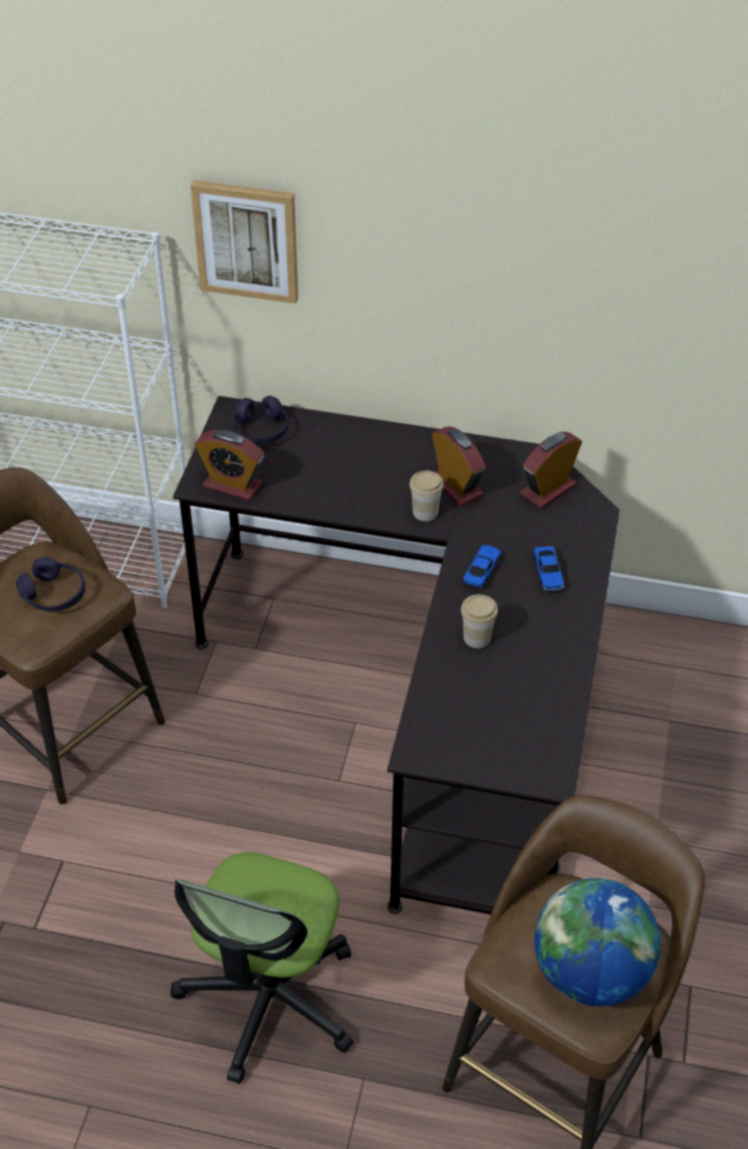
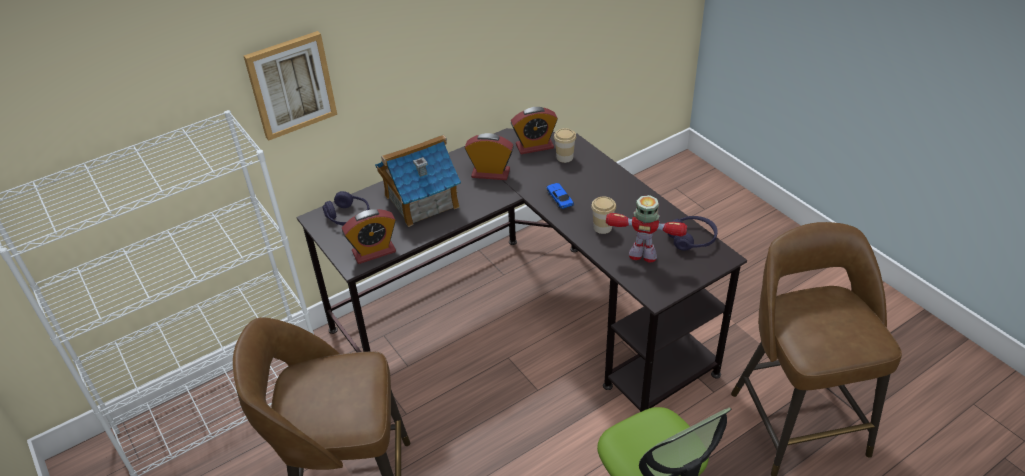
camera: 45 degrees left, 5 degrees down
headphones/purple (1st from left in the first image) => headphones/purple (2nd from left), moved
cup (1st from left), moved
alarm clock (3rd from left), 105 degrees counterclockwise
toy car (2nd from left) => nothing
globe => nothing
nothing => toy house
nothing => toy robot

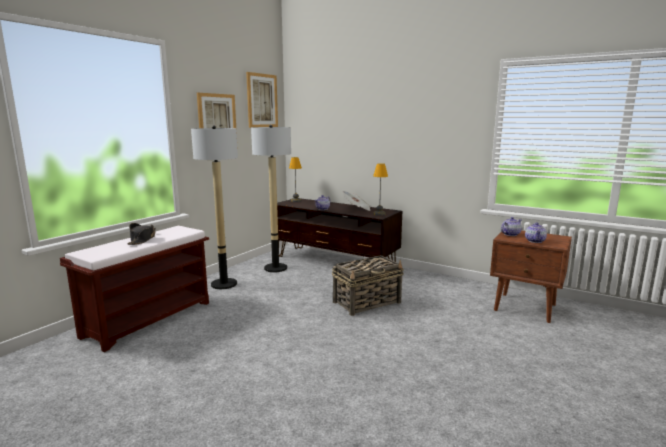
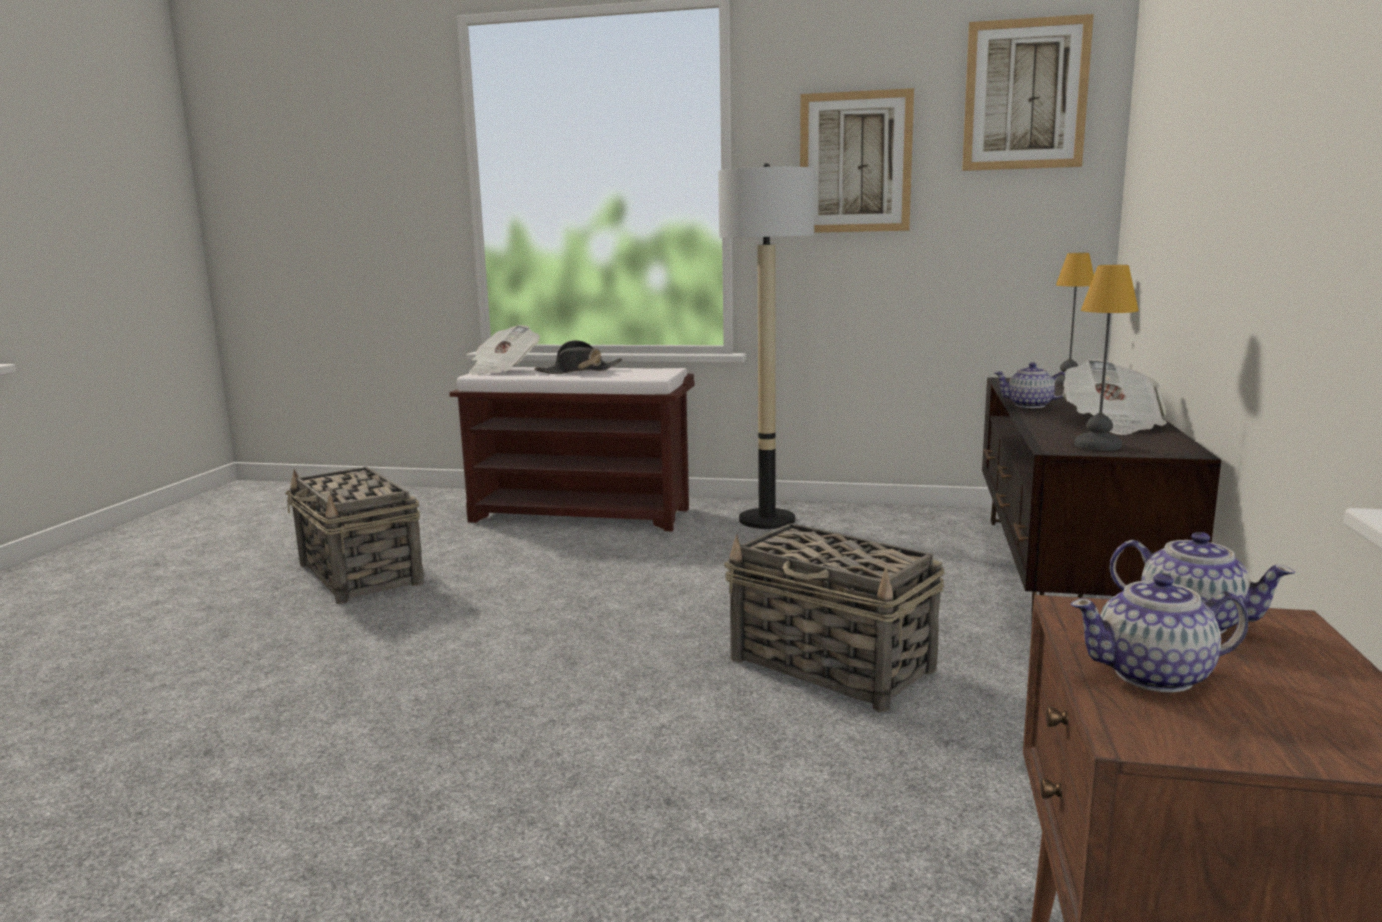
camera: 70 degrees right, 0 degrees up
floor lamp (2nd from left) => nothing
nothing => basket (1st from left)
nothing => newspaper (1st from left)

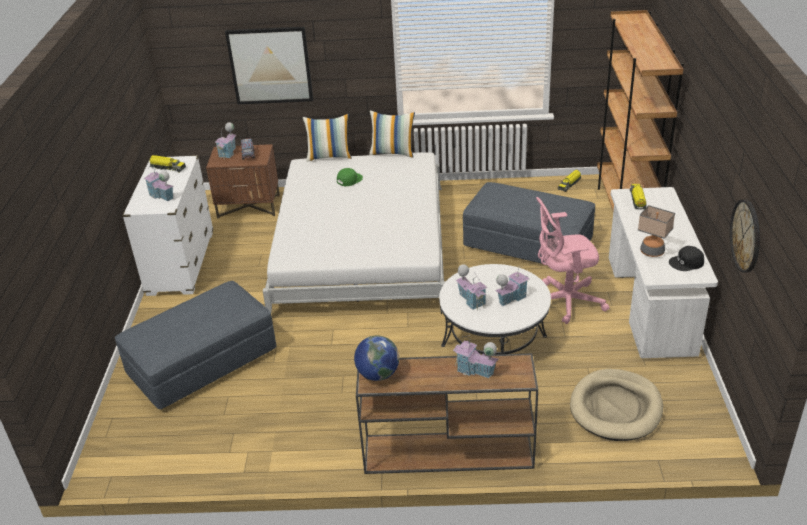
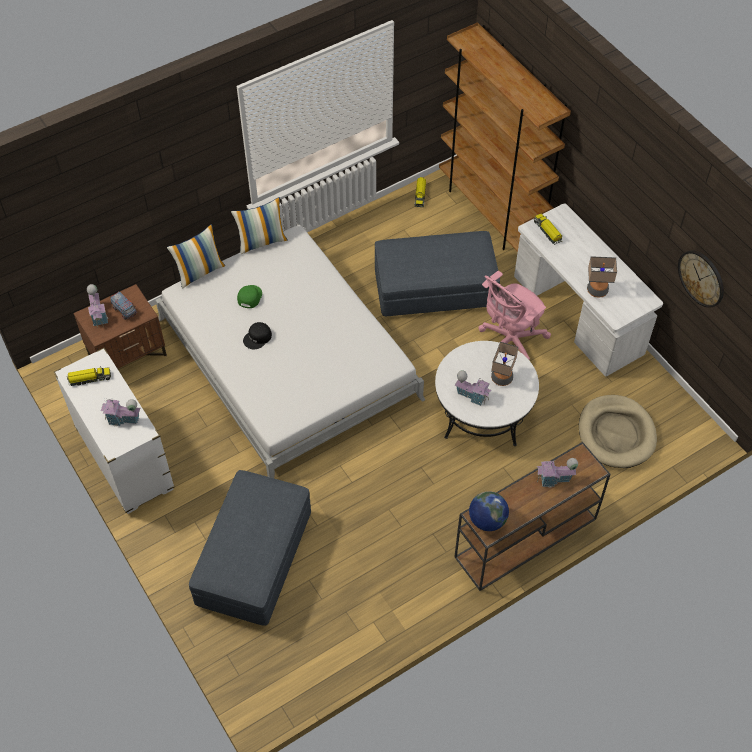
camera: 35 degrees left, 20 degrees up
picture => nothing
toy house (5th from left) => table lamp (1st from left)
cap/black, moved

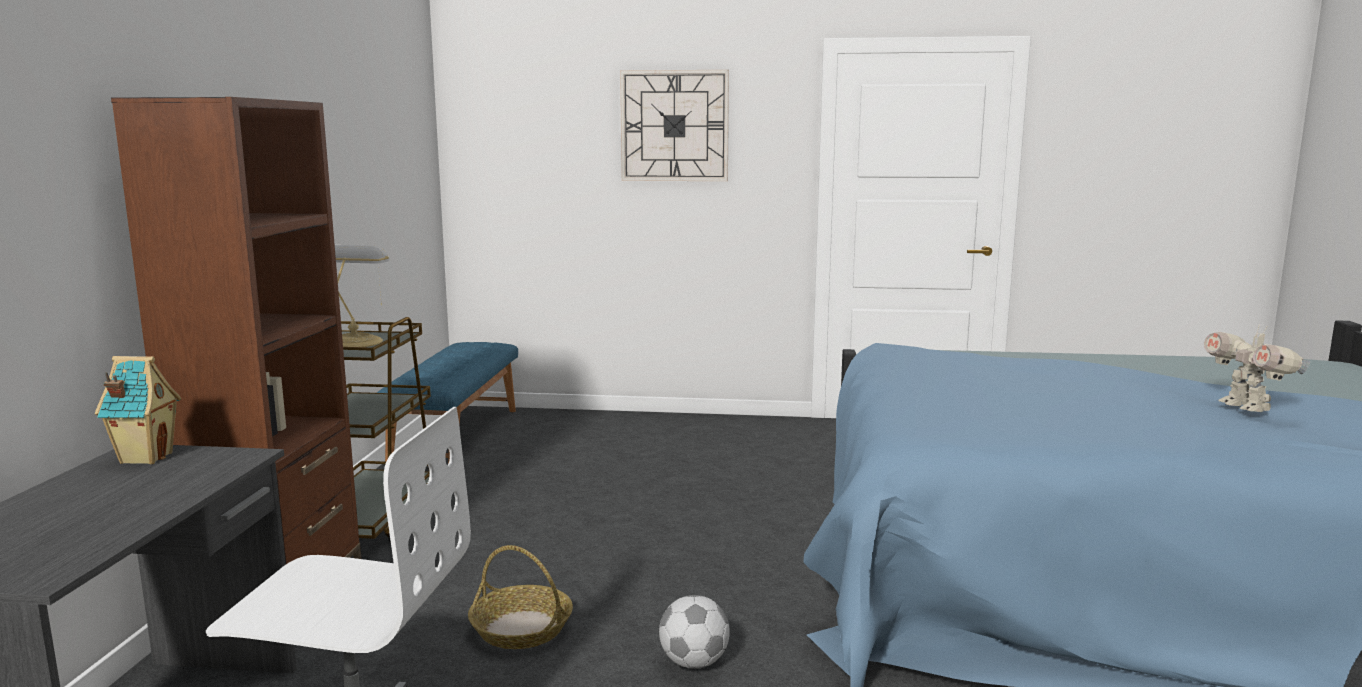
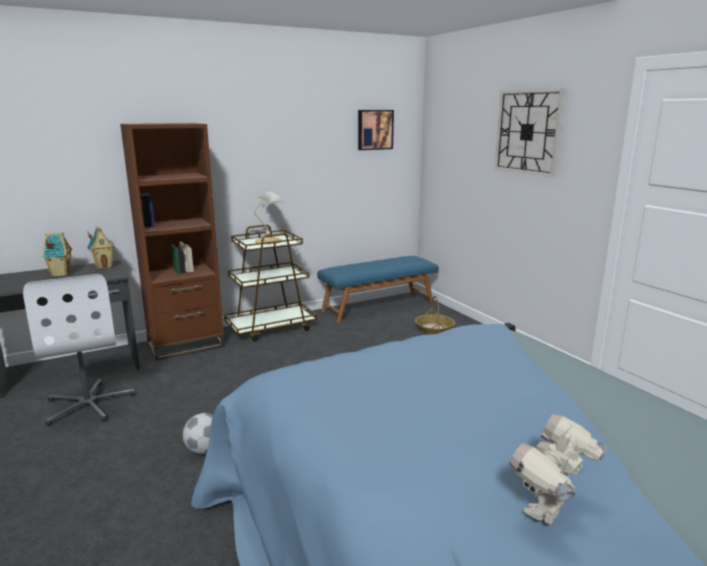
camera: 55 degrees right, 5 degrees up
basket, moved
nothing => toy house (1st from left)
nothing => picture

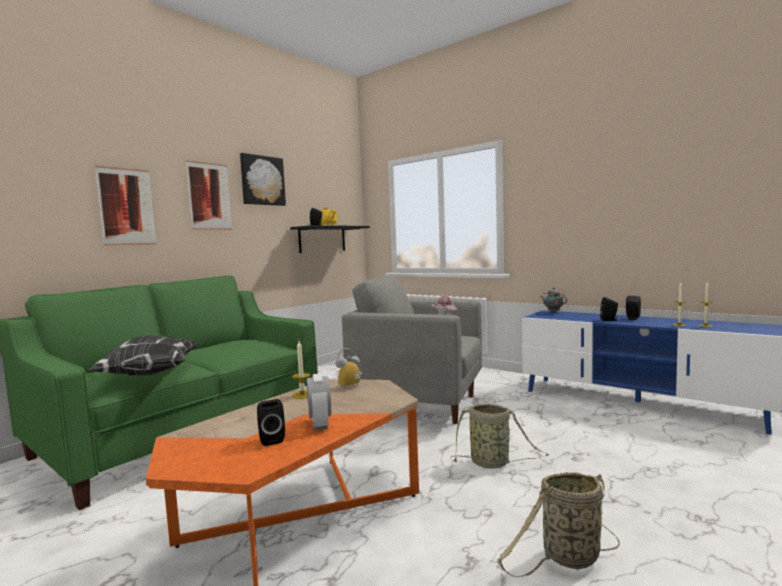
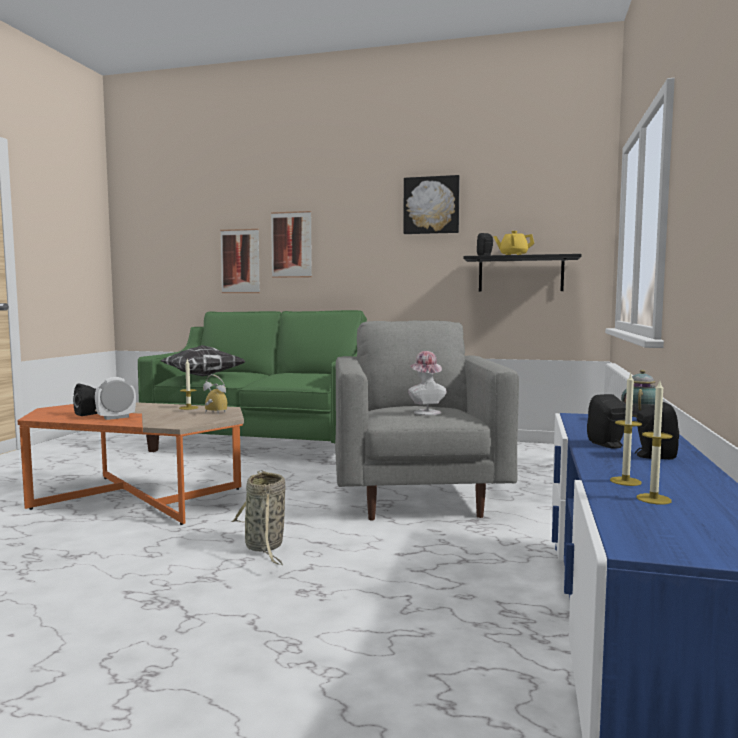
camera: 65 degrees right, 0 degrees up
picture (2nd from left in the first image) => picture (1st from left), moved
basket (2nd from left) => nothing

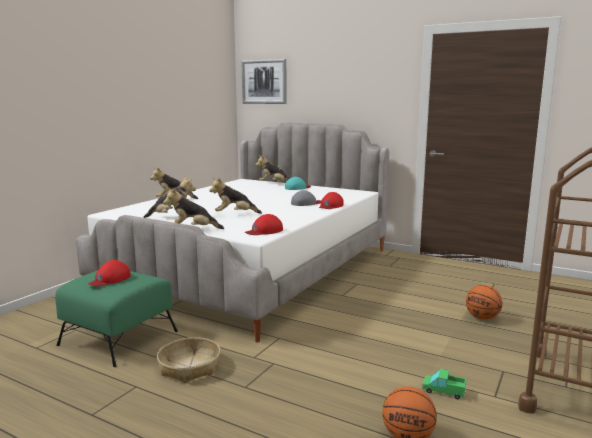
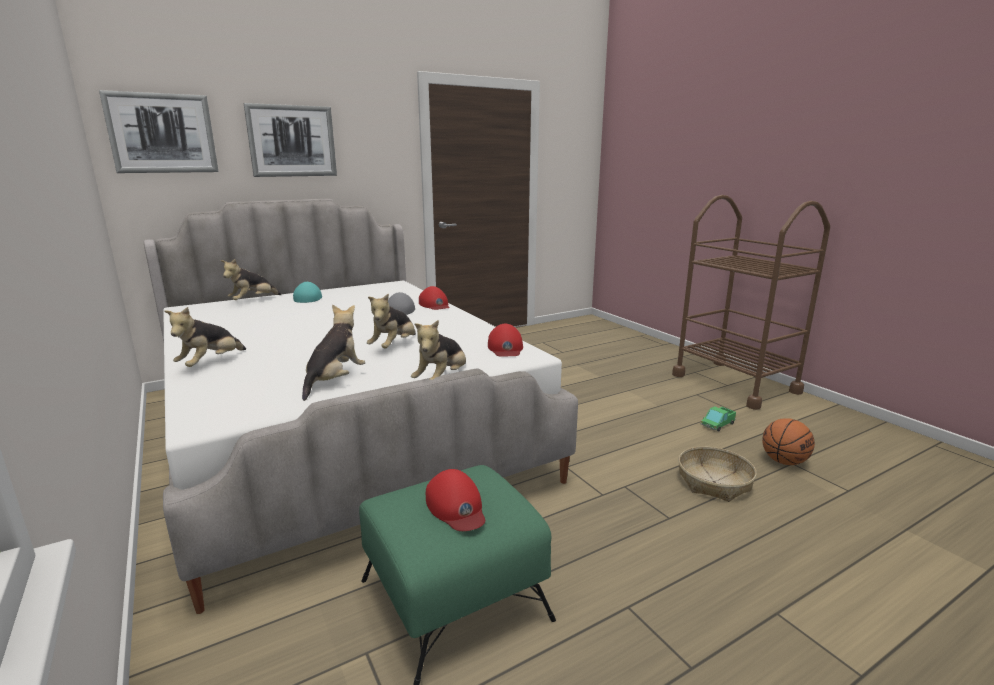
camera: 60 degrees left, 5 degrees up
basket, moved
basketball (2nd from left) => nothing
nothing => picture (2nd from left)

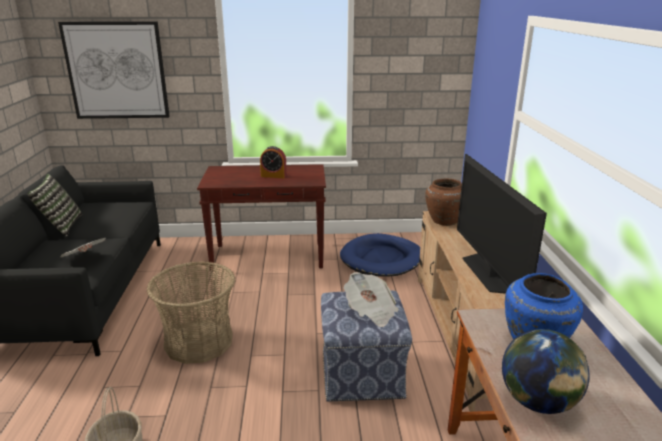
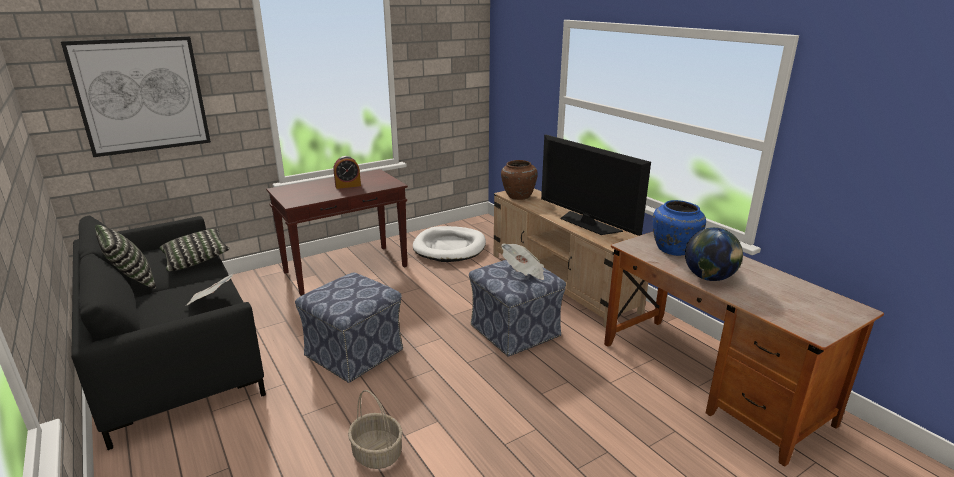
camera: 30 degrees left, 0 degrees up
basket (2nd from left) => ottoman (1st from left)
dog bed/blue => dog bed/white
nothing => pillow (2nd from left)

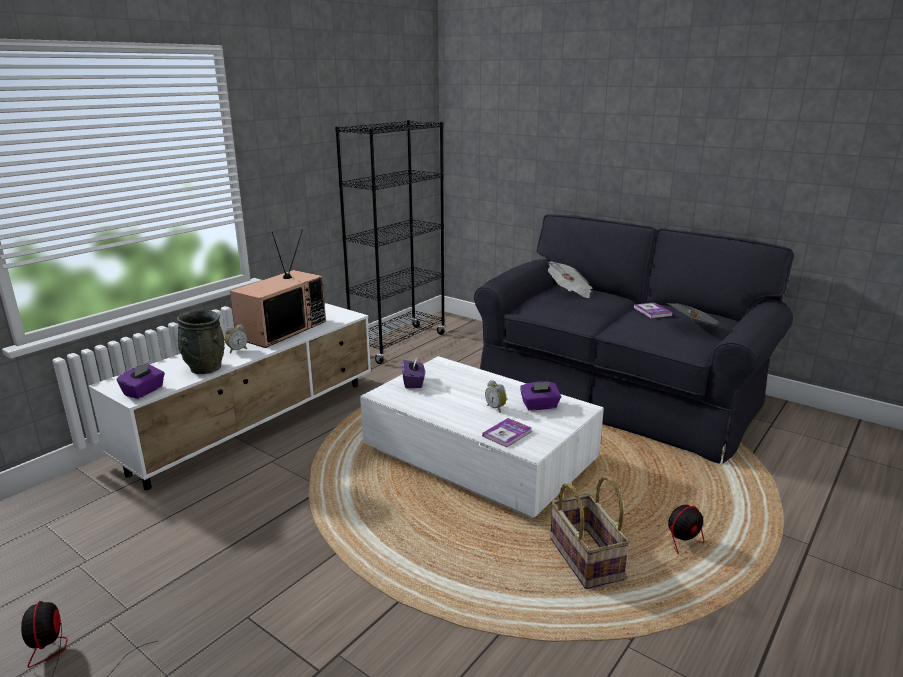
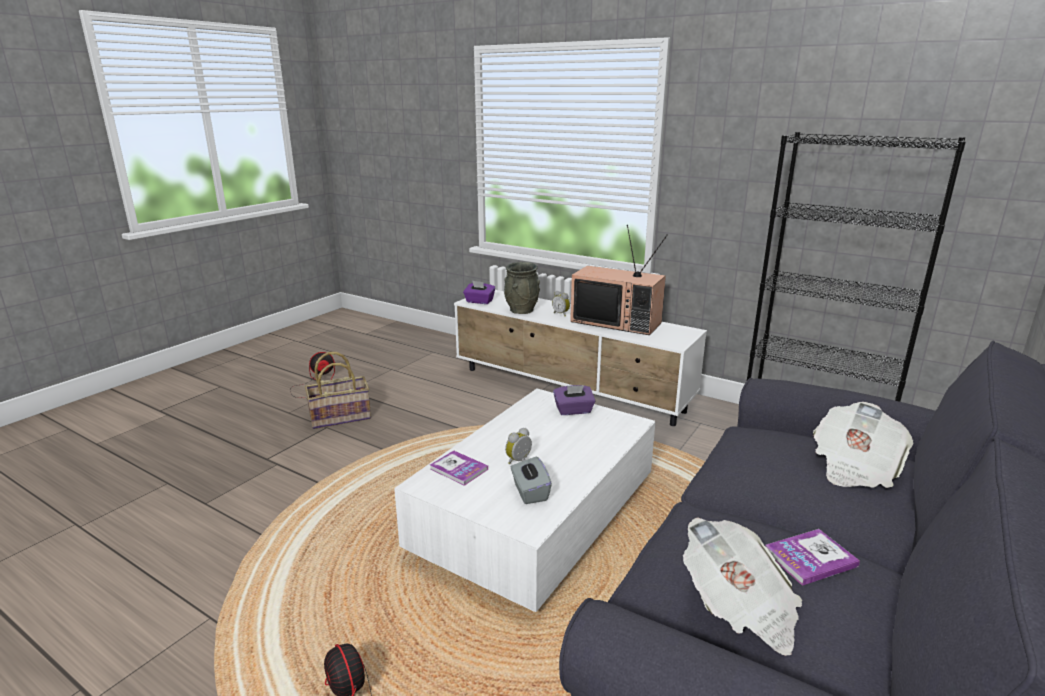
camera: 85 degrees right, 0 degrees up
tissue box/purple (3rd from left) => tissue box/grey
basket, moved

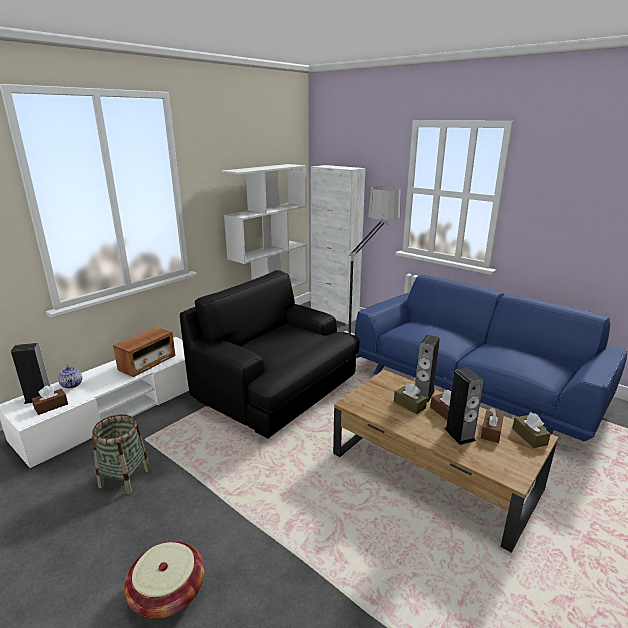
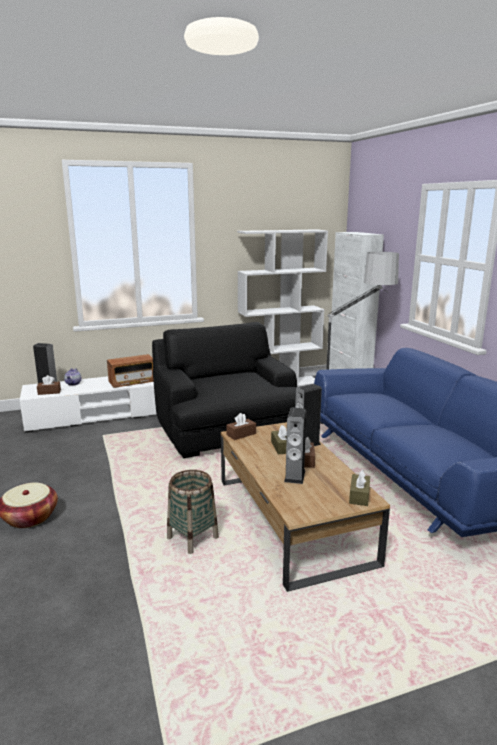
camera: 30 degrees right, 5 degrees down
basket (1st from left in the first image) => basket (2nd from left), moved
tissue box/brown (4th from left in the first image) => tissue box/brown (2nd from left), moved

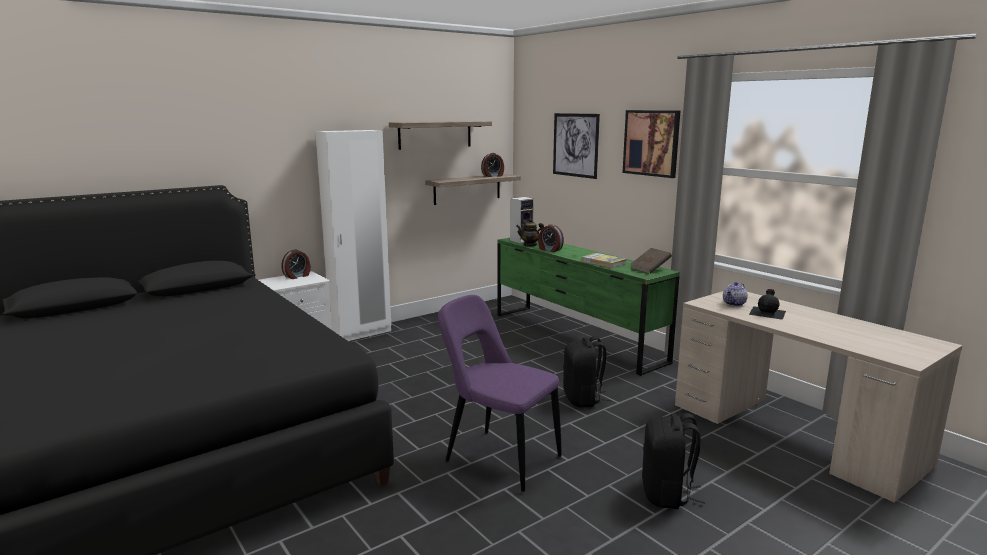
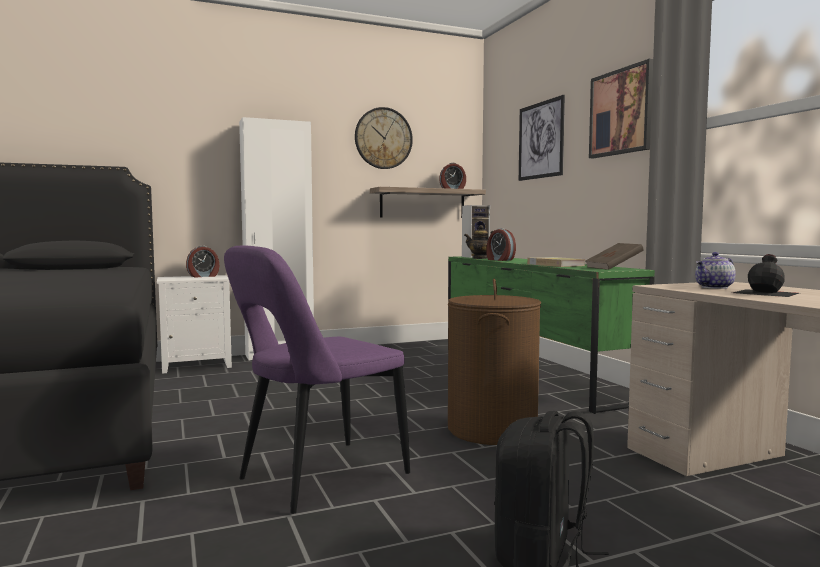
camera: 15 degrees right, 10 degrees down
shelf (1st from left) => wall clock
chair/purple, 90 degrees counterclockwise
backpack/black (1st from left) => laundry basket/brown

